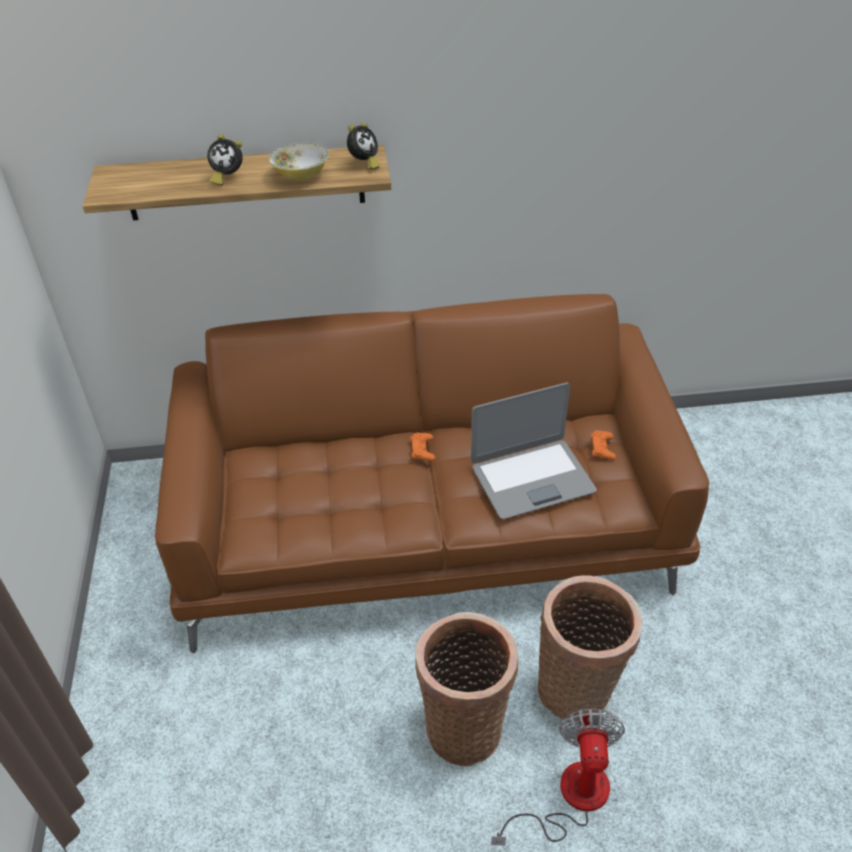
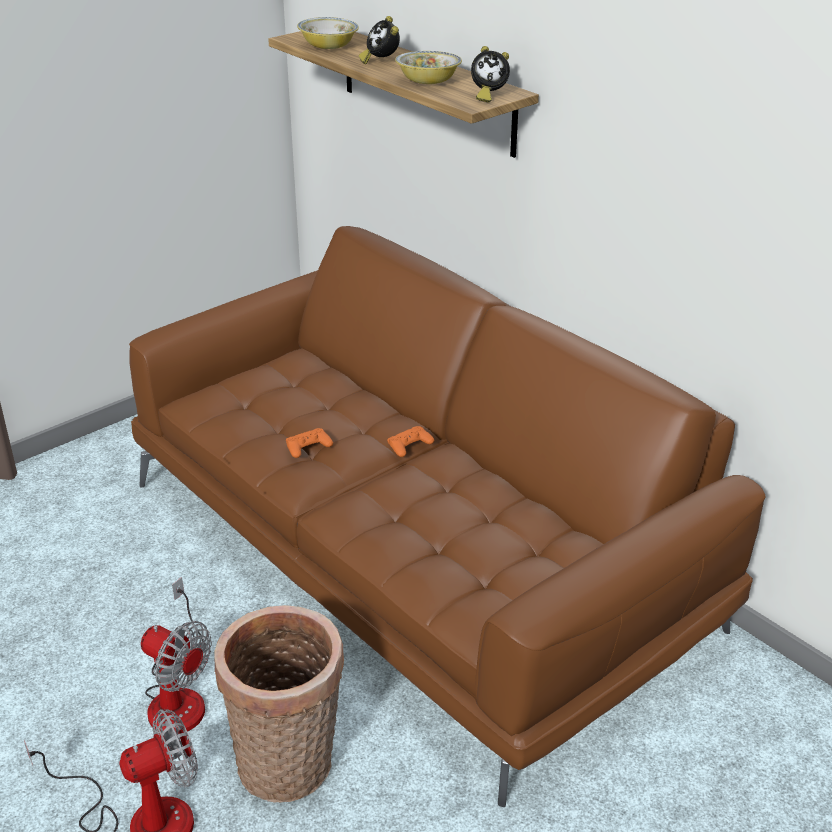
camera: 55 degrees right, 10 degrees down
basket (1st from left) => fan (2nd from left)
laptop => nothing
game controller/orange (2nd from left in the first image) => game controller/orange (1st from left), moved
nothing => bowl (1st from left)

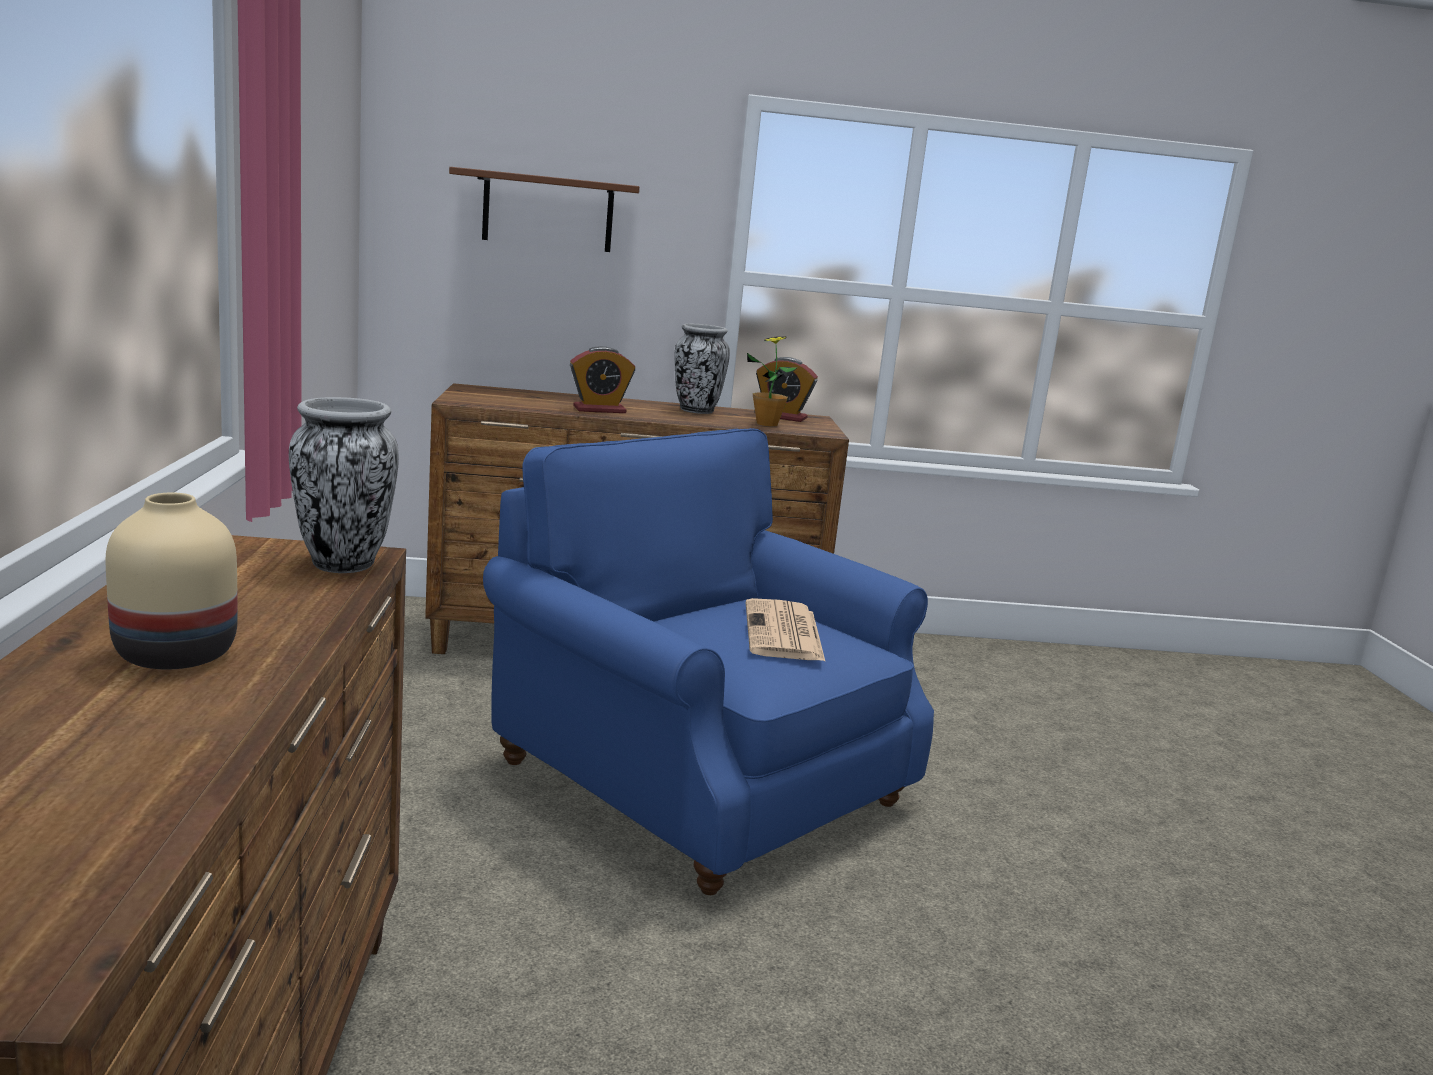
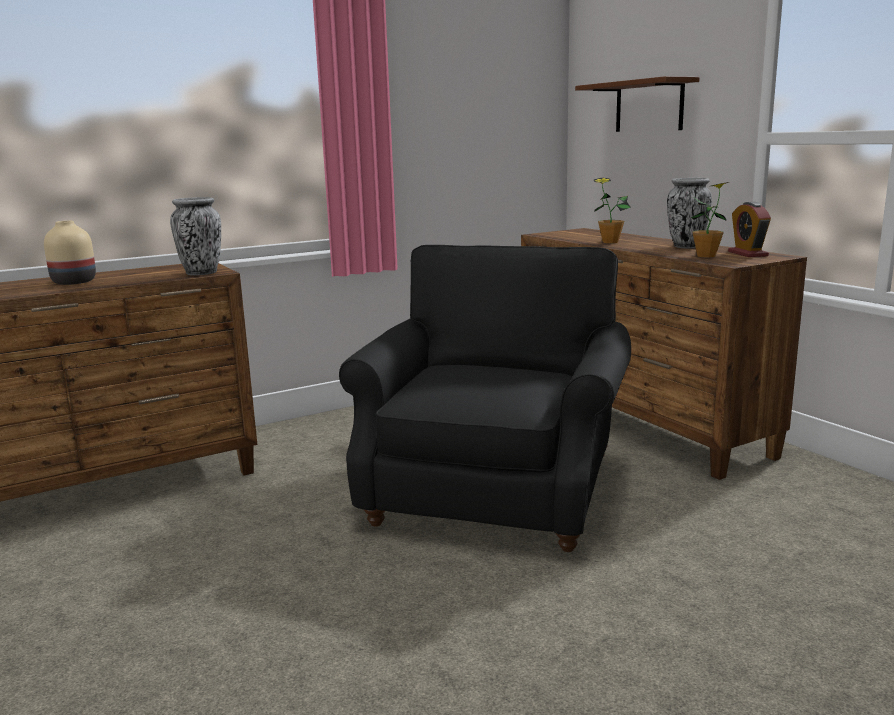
camera: 65 degrees right, 0 degrees up
armchair/blue => armchair/black
alarm clock (1st from left) => potted plant (1st from left)
newspaper => nothing

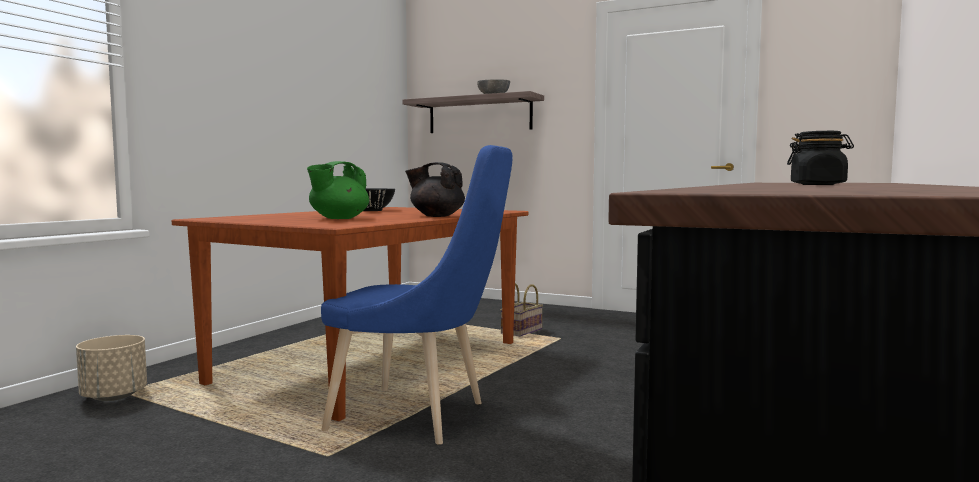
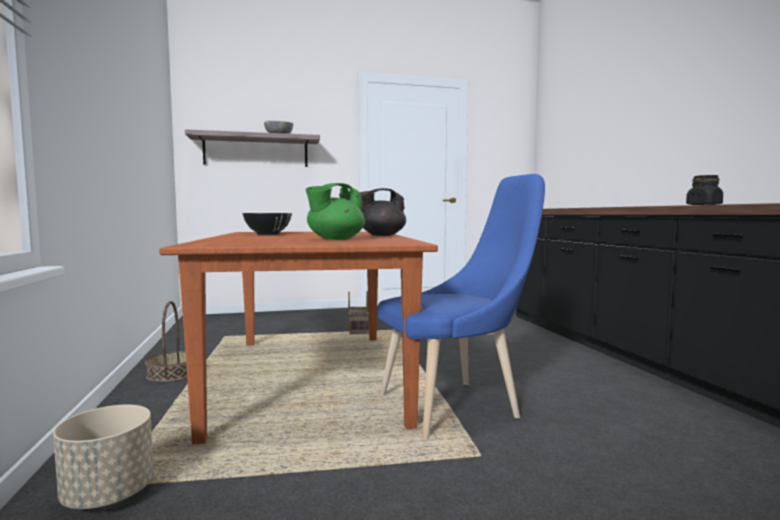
camera: 40 degrees left, 0 degrees up
teapot/green, 45 degrees clockwise
nothing => basket (1st from left)

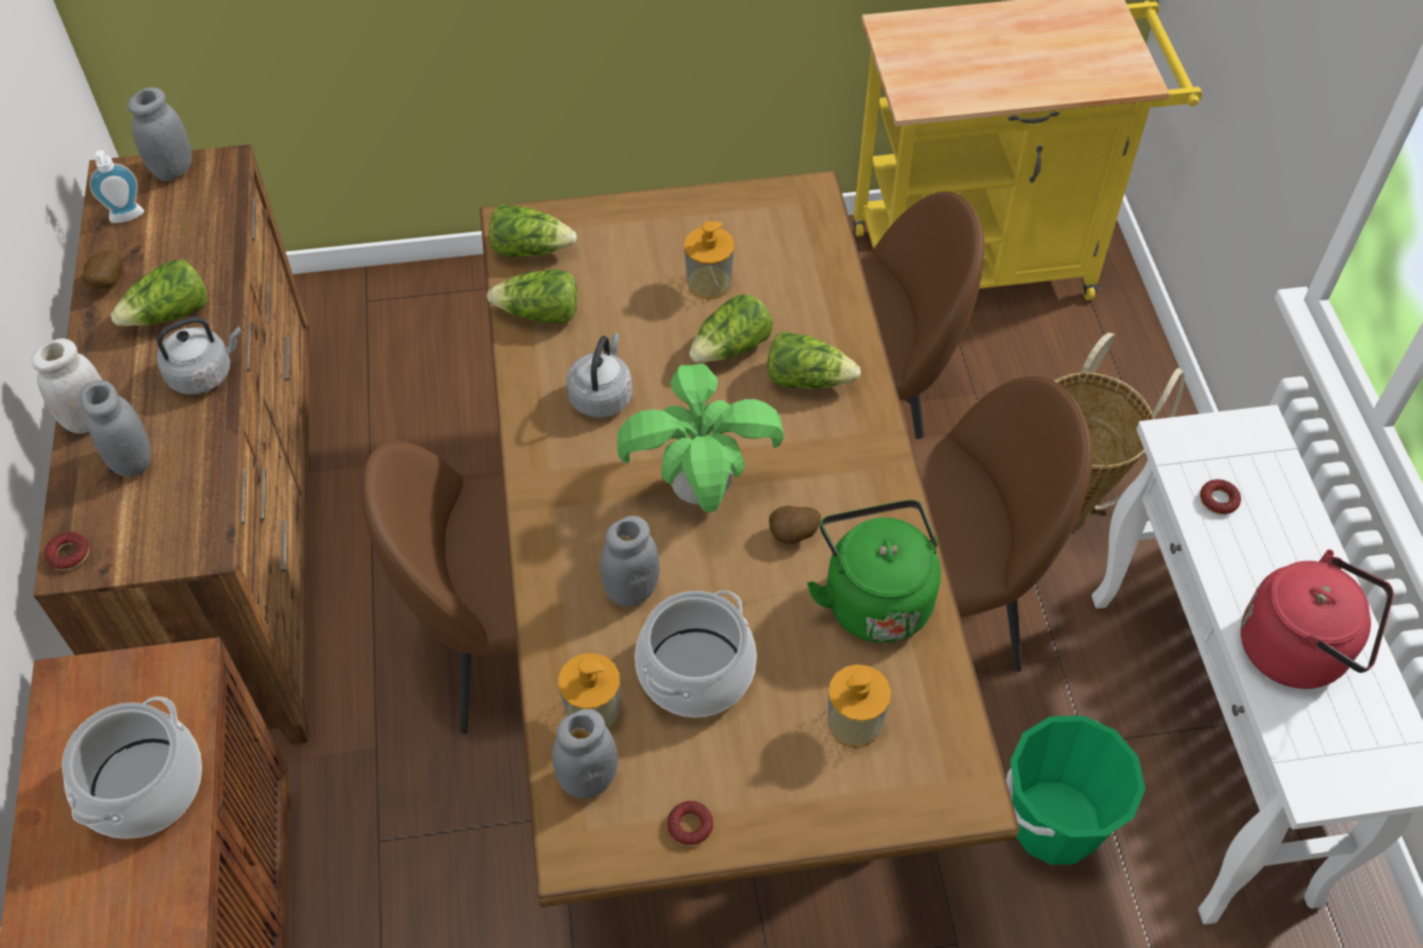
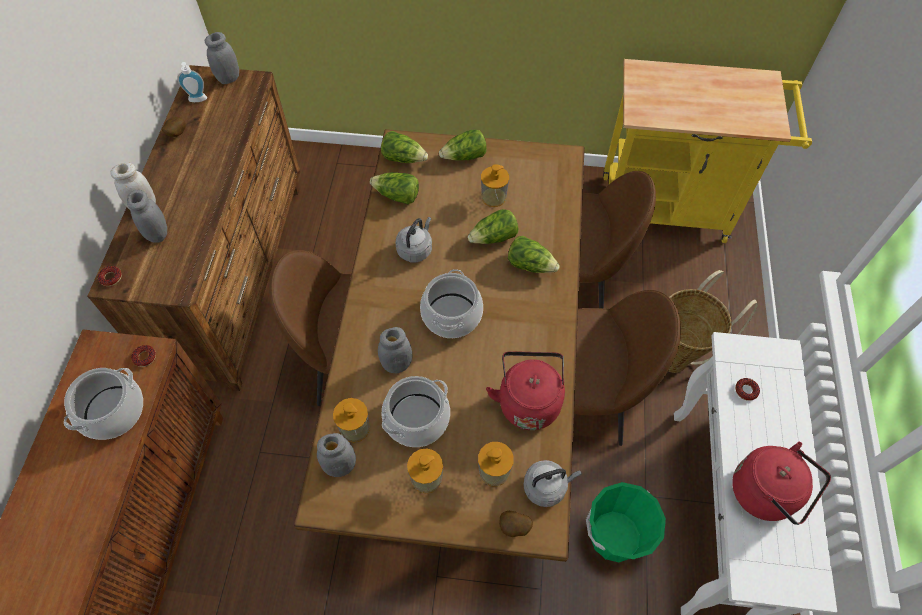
camera: 15 degrees right, 5 degrees up
lettuce (1st from left in the first image) => lettuce (3rd from left), moved
kettle/grey (1st from left in the first image) => kettle/grey (2nd from left), moved
potted plant => cooking pot (3rd from left)
donut (2nd from left), moved
potato (2nd from left), moved
kettle/green => kettle/red (1st from left)
nothing => soap dispenser (3rd from left)

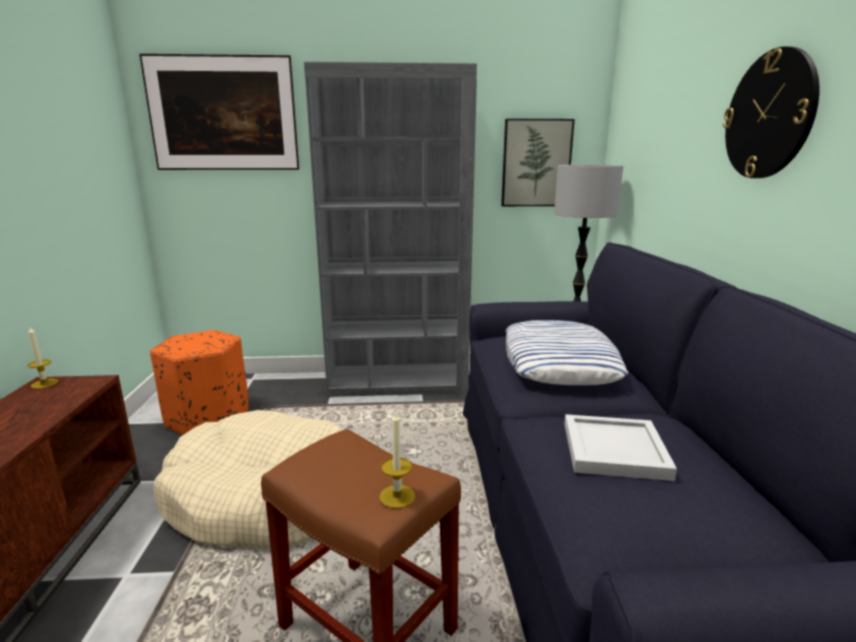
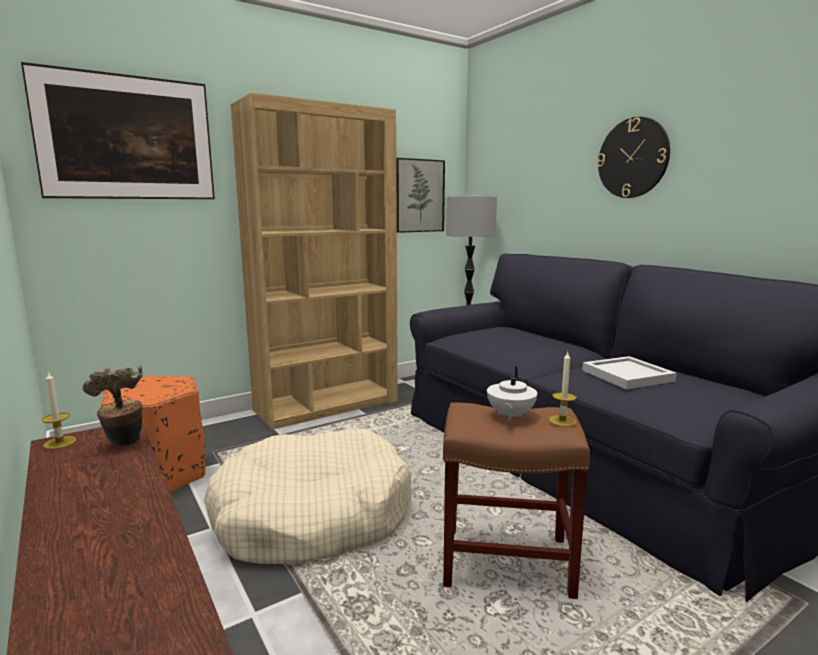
camera: 30 degrees left, 5 degrees down
bookcase/grey => bookcase/brown
pillow => nothing
nothing => potted plant
nothing => teapot/white

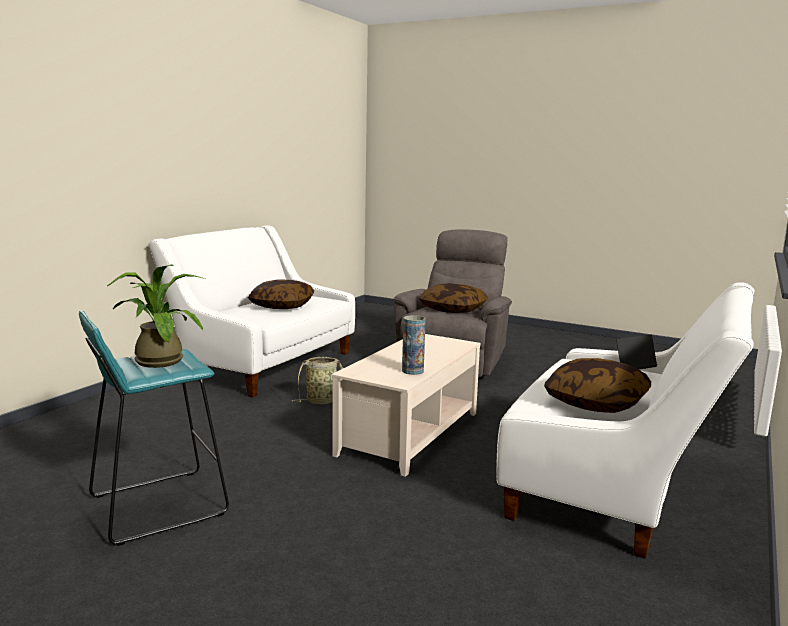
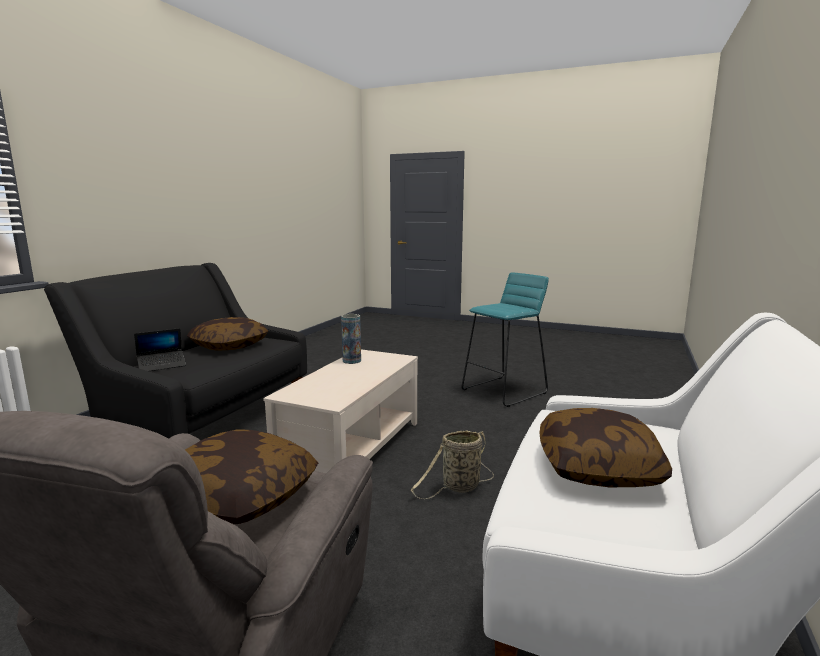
camera: 175 degrees right, 0 degrees up
potted plant => nothing
sofa/white (2nd from left) => sofa/black

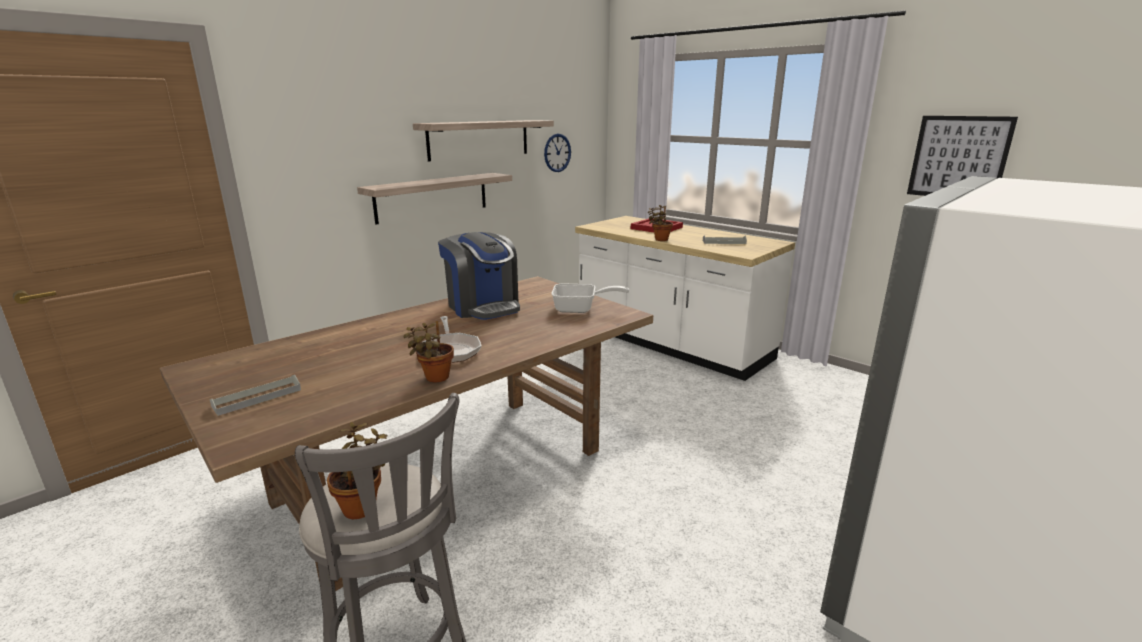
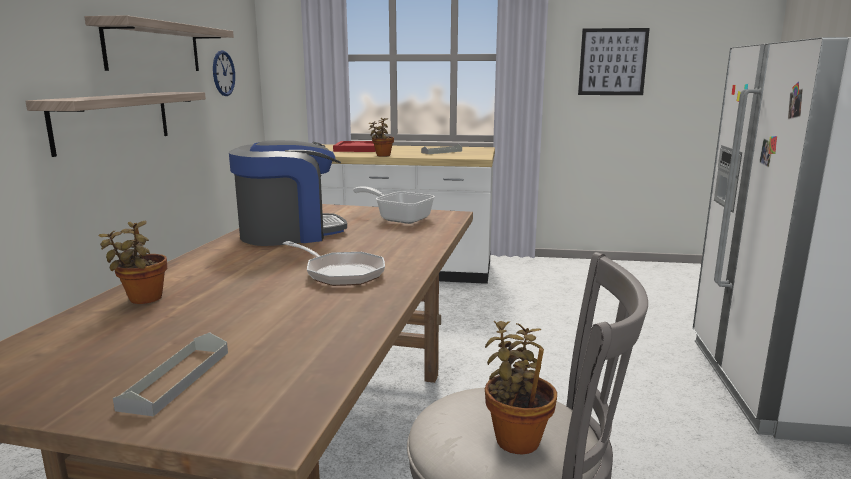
camera: 35 degrees left, 5 degrees down
potted plant (2nd from left in the first image) => potted plant (1st from left), moved
coffee machine, 45 degrees counterclockwise
frying pan (2nd from left), 120 degrees counterclockwise

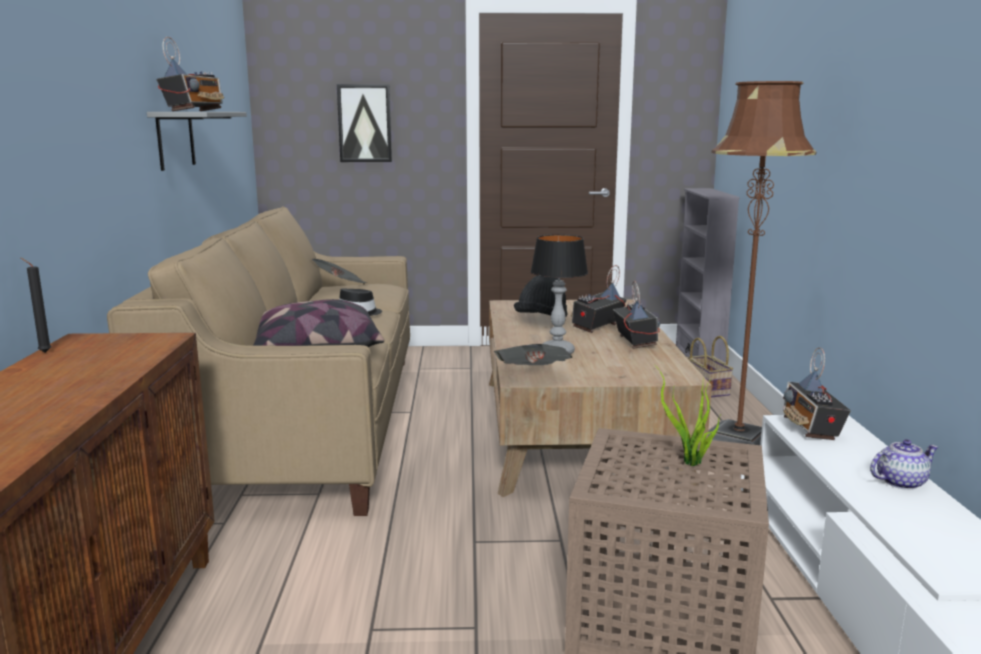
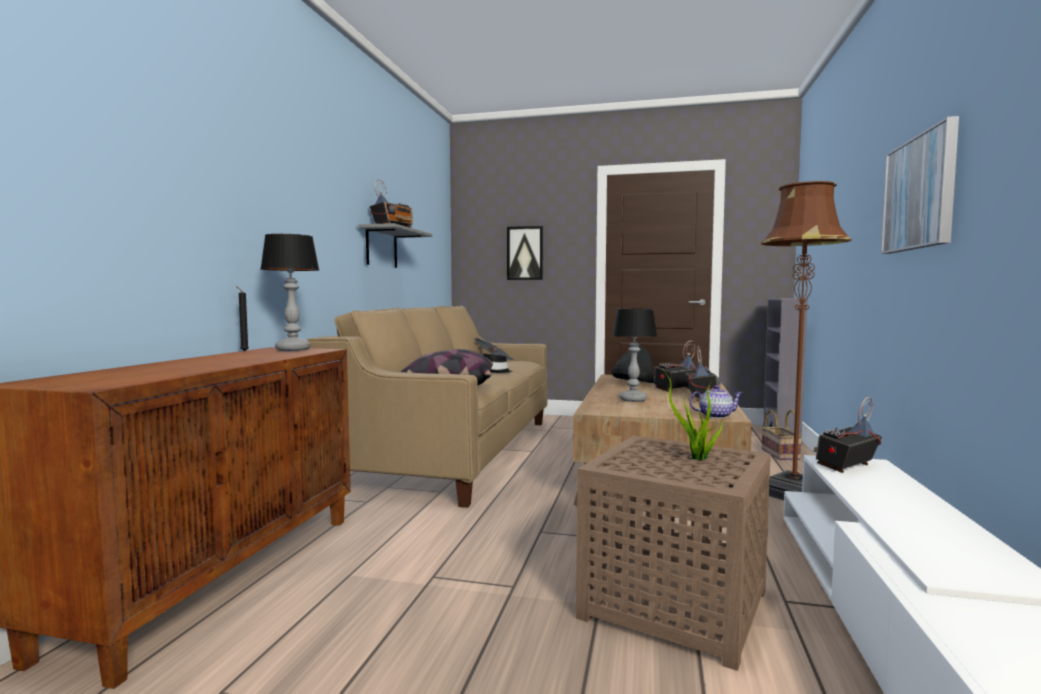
camera: 15 degrees right, 10 degrees down
newspaper (2nd from left) => nothing
radio (4th from left), 45 degrees clockwise
teapot, moved
nothing => table lamp (1st from left)
nothing => picture (2nd from left)

